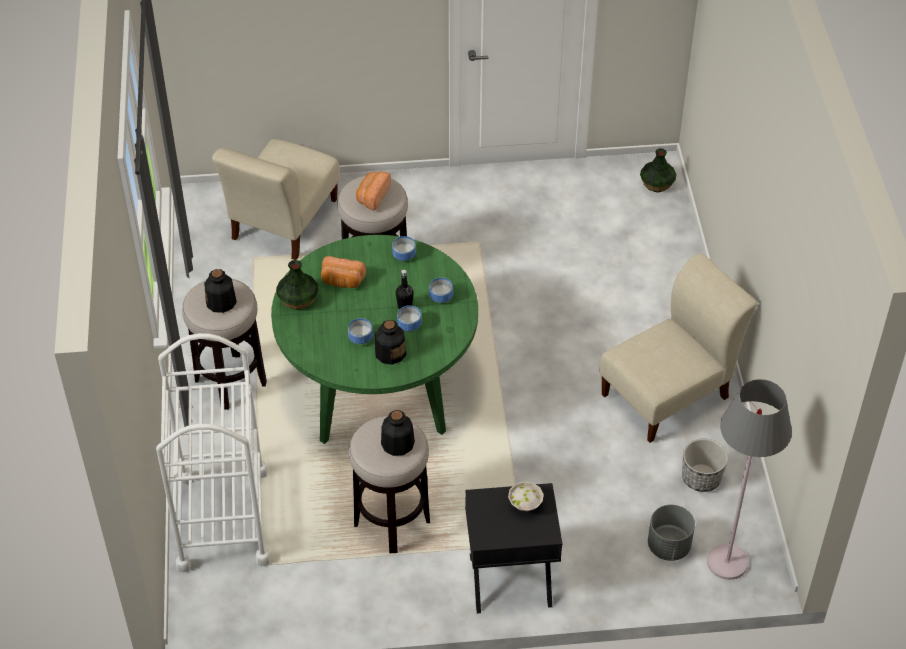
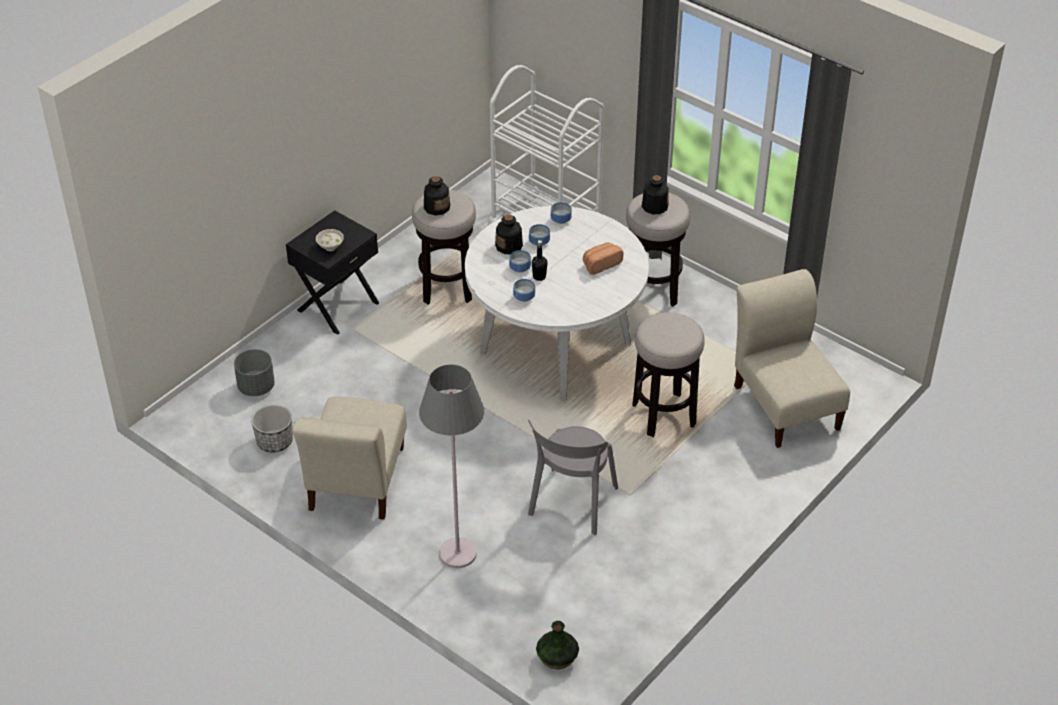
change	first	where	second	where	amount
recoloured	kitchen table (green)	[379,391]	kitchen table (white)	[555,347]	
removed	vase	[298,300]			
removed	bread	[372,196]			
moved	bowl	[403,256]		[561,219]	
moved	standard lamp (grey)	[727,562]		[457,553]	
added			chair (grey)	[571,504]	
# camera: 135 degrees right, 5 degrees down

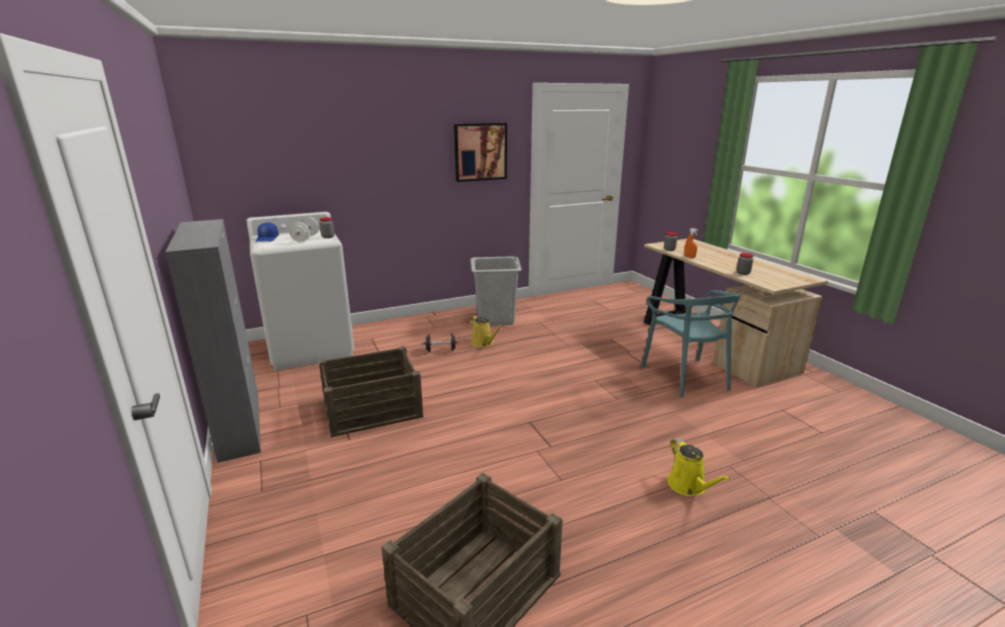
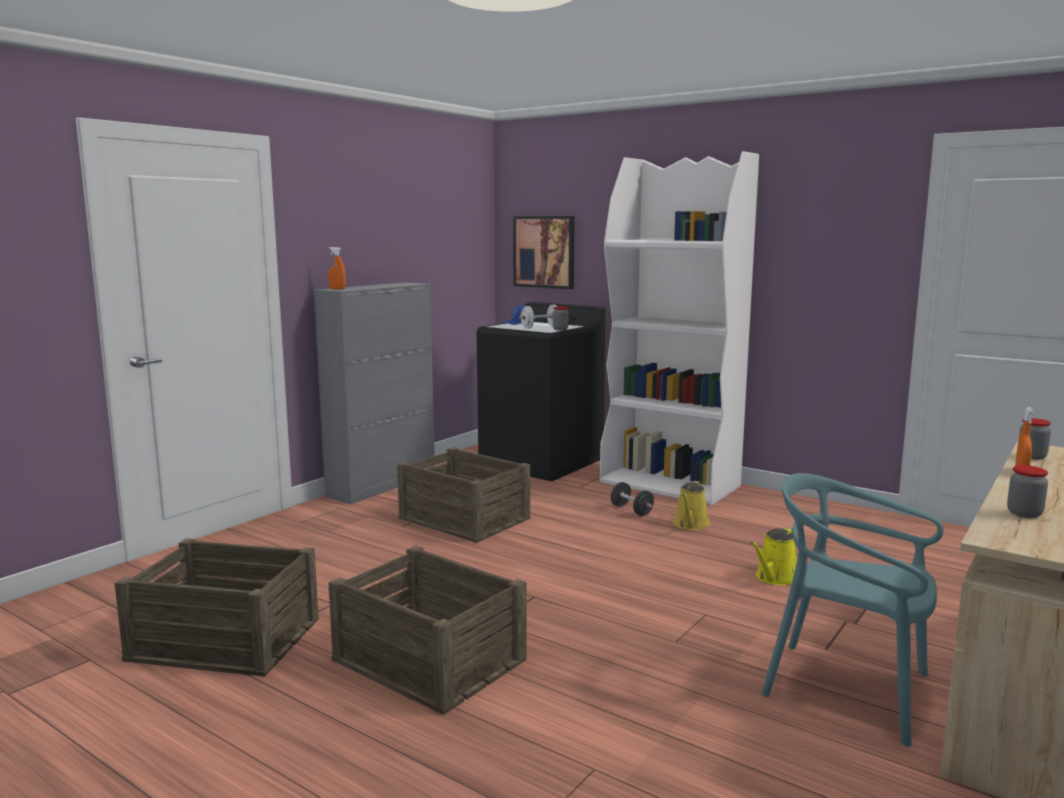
change	first	where	second	where	amount
recoloured	laundry appliance (white)	[311,348]	laundry appliance (black)	[541,462]	
moved	wall art	[480,152]		[544,252]	
removed	washing basket (grey)	[495,319]			
turned	chair (turquoise-coloured)	[686,377]		[848,689]	75 degrees clockwise
moved	watering pot (yellowish)	[689,486]		[775,578]	
added			sprayer (orange-coloured)	[337,289]	
added			packing crate	[429,659]	
added			bookshelf (white)	[671,484]	
# camera: 60 degrees right, 10 degrees down

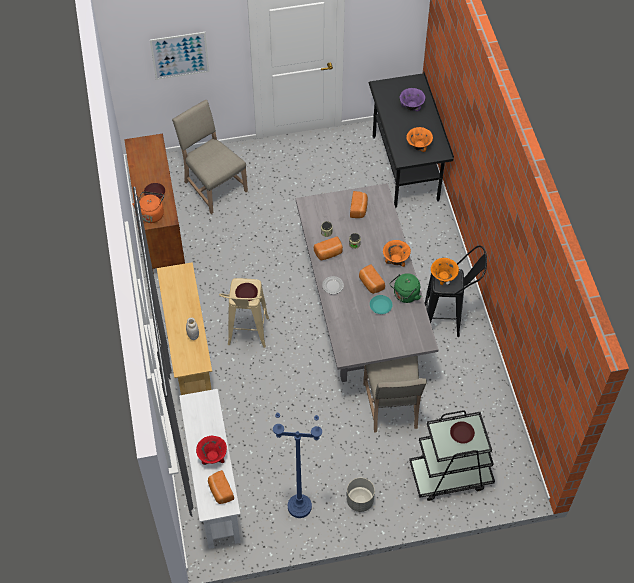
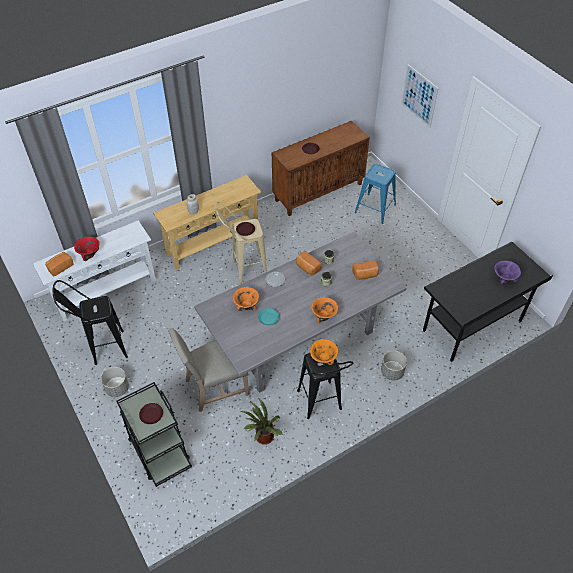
change	first	where	second	where	amount
removed	kettle (orange-coloured)	[151,213]			
replaced	chair (beige)	[213,186]	stool seat (blue-coloured)	[375,208]	
replaced	standard lamp (blue-coloured)	[299,507]	stool seat (black)	[102,349]	
removed	bread	[370,284]			
removed	kettle (green)	[405,295]			
moved	bowl (orange-coloured)	[419,146]		[246,305]	
added			potted plant	[263,437]	
added			flower pot (grey)	[392,372]	
# camera: 70 degrees right, 5 degrees down

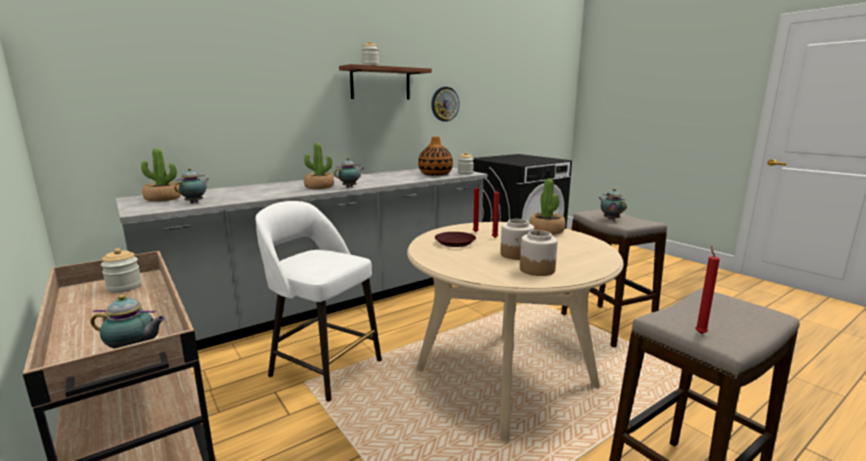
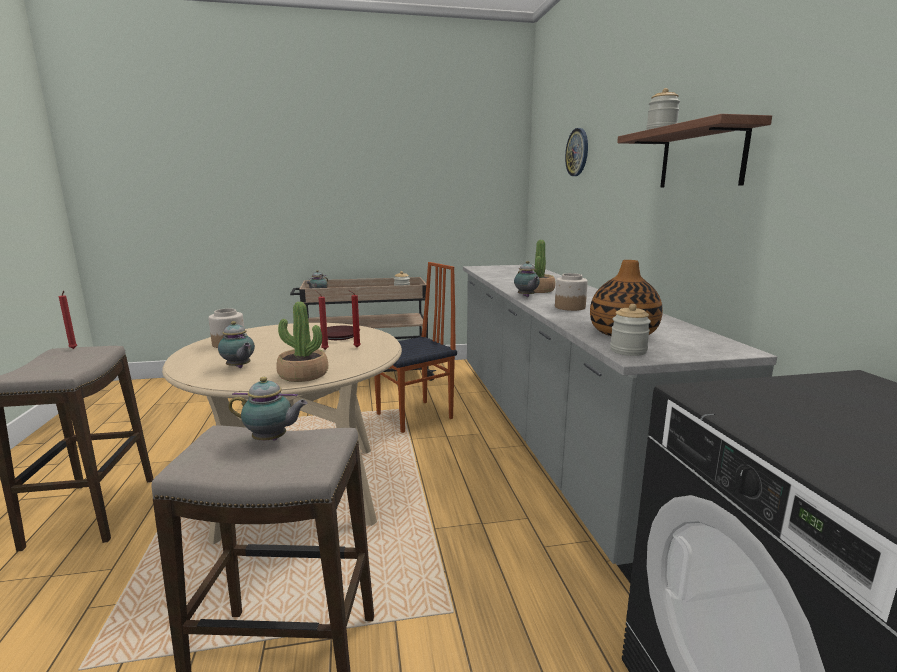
change	first	where	second	where	amount
removed	potted plant	[163,198]			
moved	teapot	[195,202]		[239,367]	
replaced	stool seat (white)	[323,367]	chair	[416,417]	
moved	wall clock	[444,104]		[577,152]	
moved	jar	[516,255]		[569,307]	
# camera: 115 degrees right, 0 degrees up

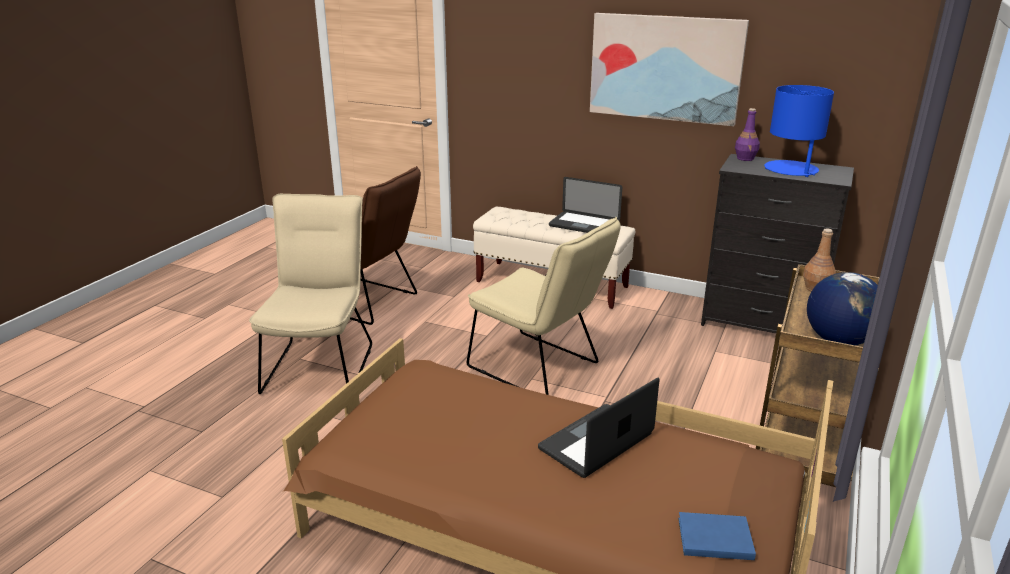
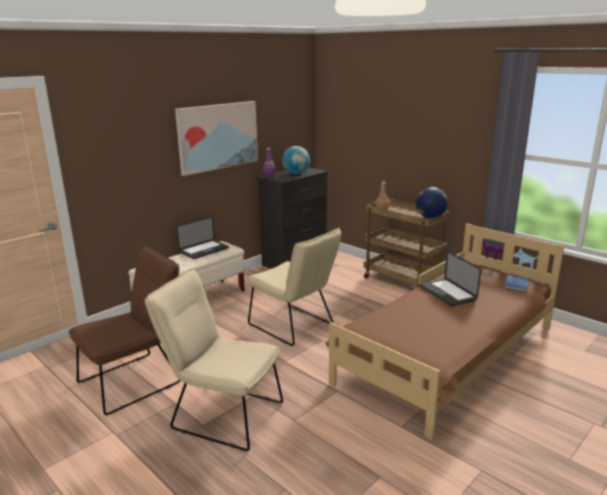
change	first	where	second	where	amount
turned	chair (beige)	[540,368]		[294,326]	75 degrees clockwise
replaced	tabletop lamp (blue-coloured)	[791,170]	globe	[296,173]	
# camera: 70 degrees left, 5 degrees down

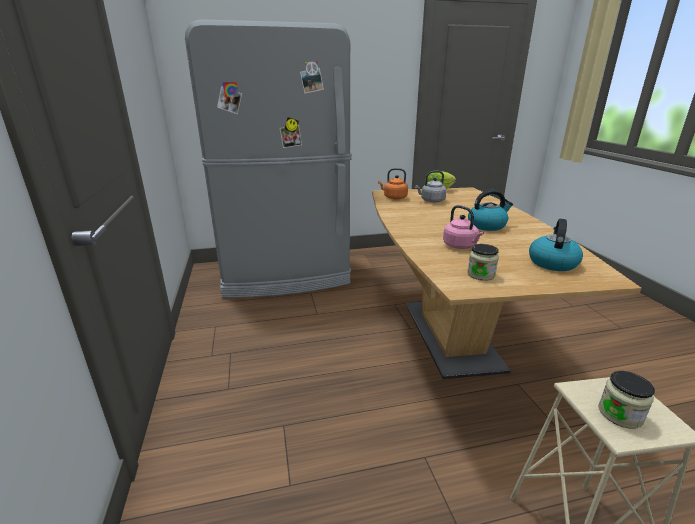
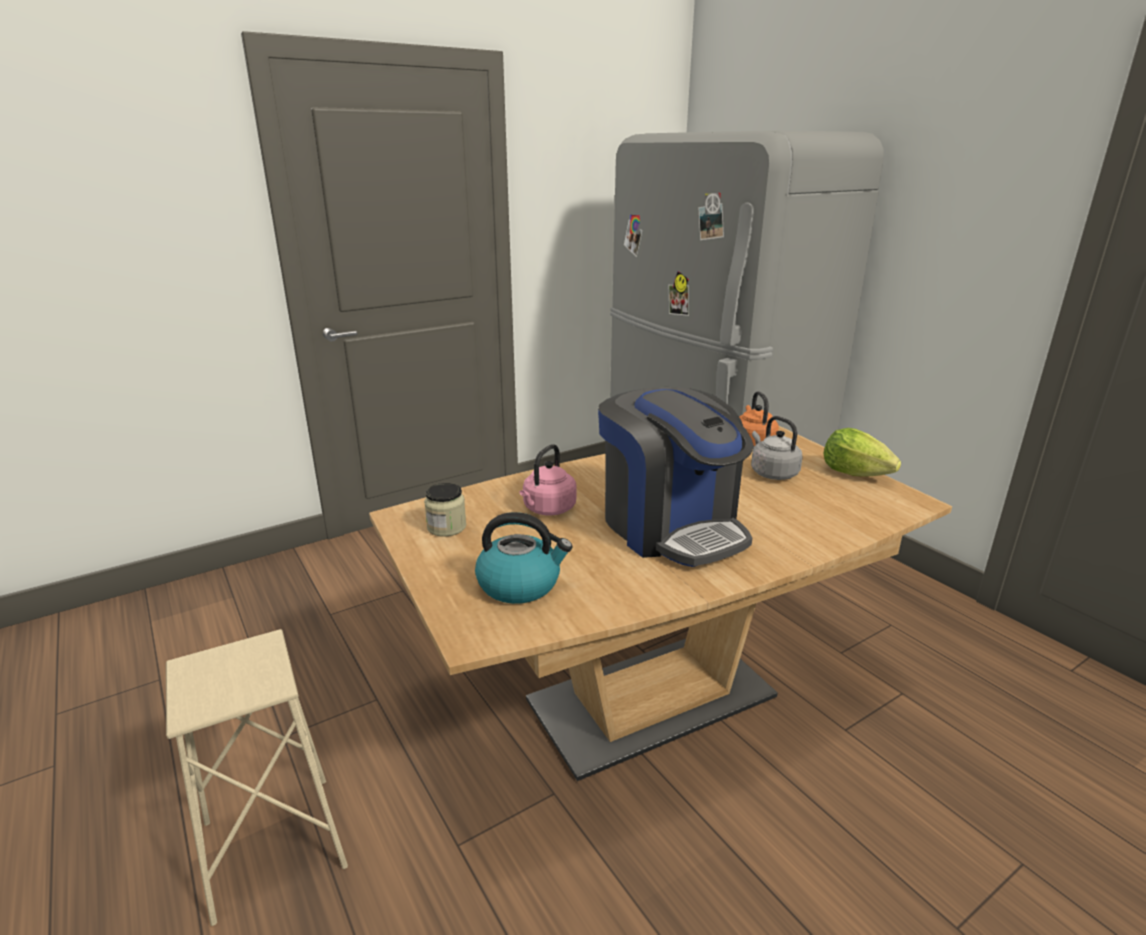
change	first	where	second	where	amount
replaced	kettle	[487,225]	coffee brewer	[671,527]	
removed	jar	[620,414]			
# camera: 70 degrees right, 0 degrees up

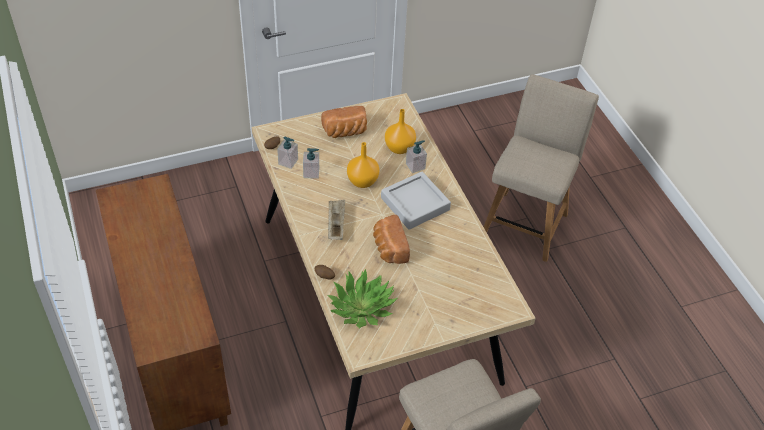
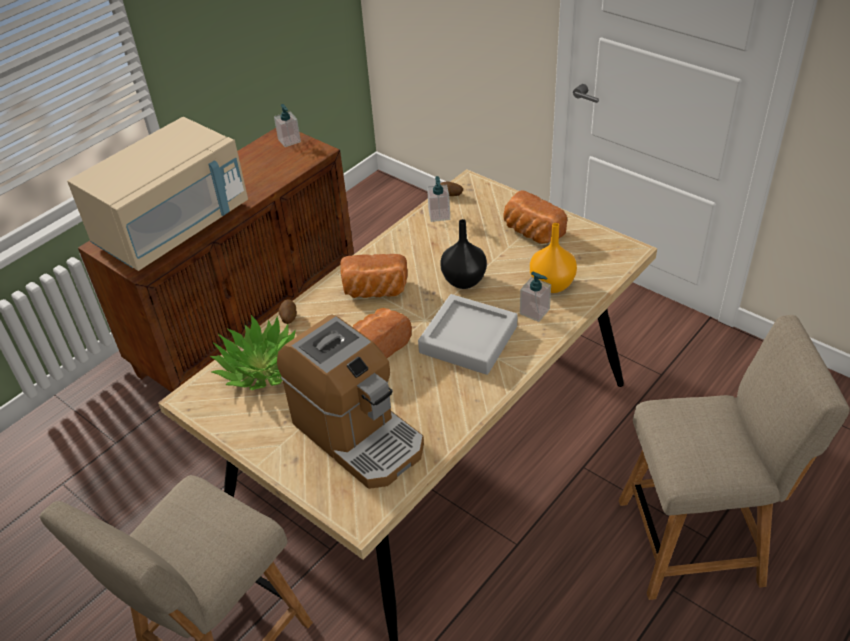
change	first	where	second	where	amount
moved	liquid soap bottle	[311,173]		[289,141]	
replaced	serving tray (beige)	[336,225]	bread	[374,291]	
recoloured	vase (orange-coloured)	[362,181]	vase (black)	[465,280]	
added			kitchen microwave (beige)	[173,227]	
added			coffee brewer	[358,434]	
# camera: 65 degrees right, 5 degrees down

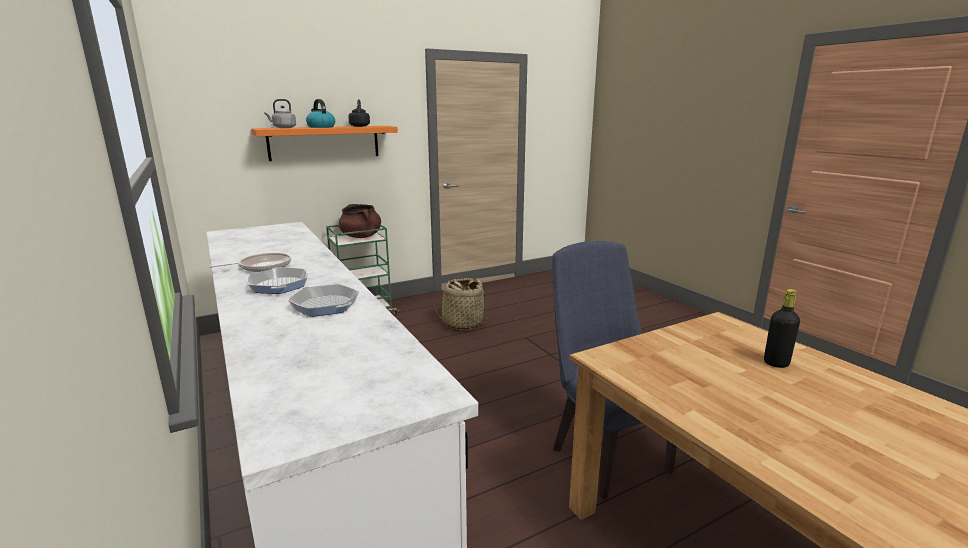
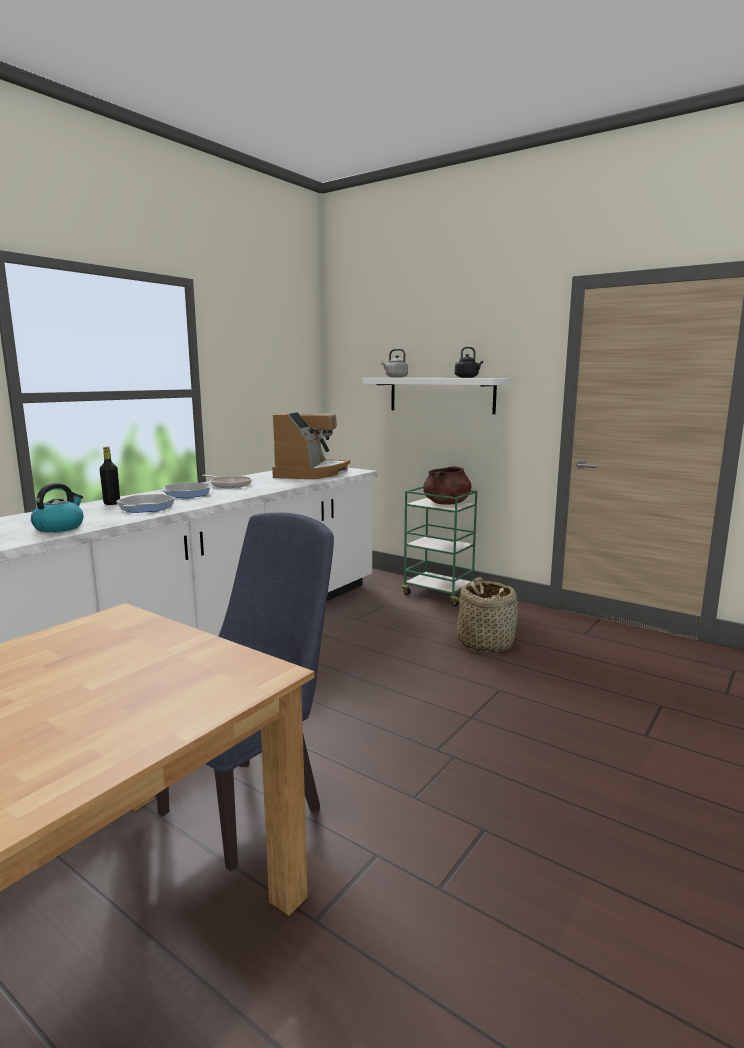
change	first	where	second	where	amount
recoloured	shelf (orange-coloured)	[324,142]	shelf (white)	[441,395]	
moved	kettle	[321,127]		[59,527]	
moved	drink bottle (black)	[776,363]		[112,503]	
added			coffee brewer	[310,473]	
# camera: 65 degrees right, 5 degrees down

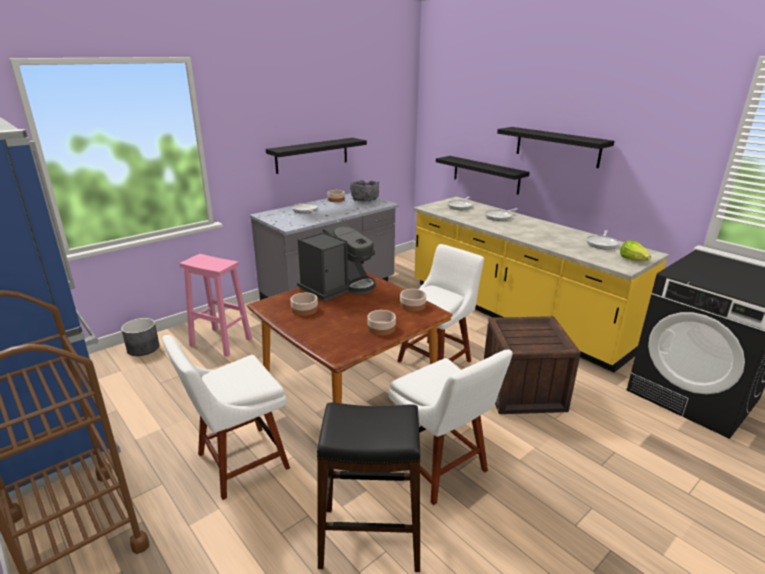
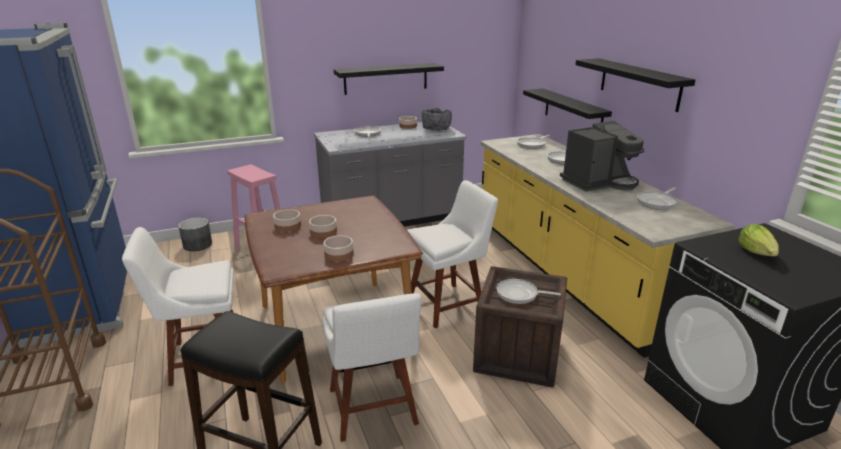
change	first	where	second	where	amount
moved	coffee brewer	[338,287]		[599,182]	
moved	bowl	[412,305]		[323,231]	
moved	head of lettuce	[633,260]		[757,252]	
added			frying pan	[519,294]	
# camera: 20 degrees right, 0 degrees up

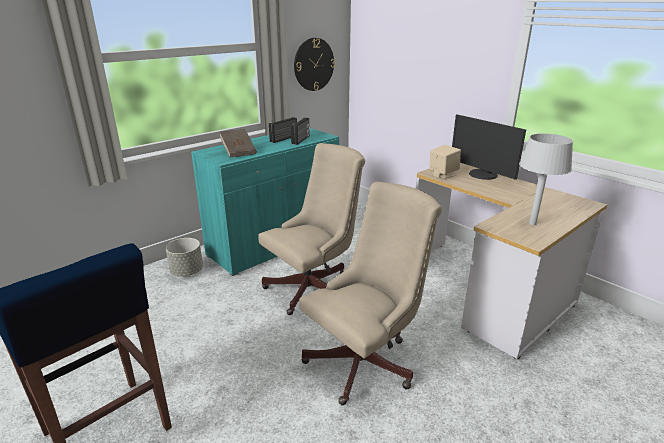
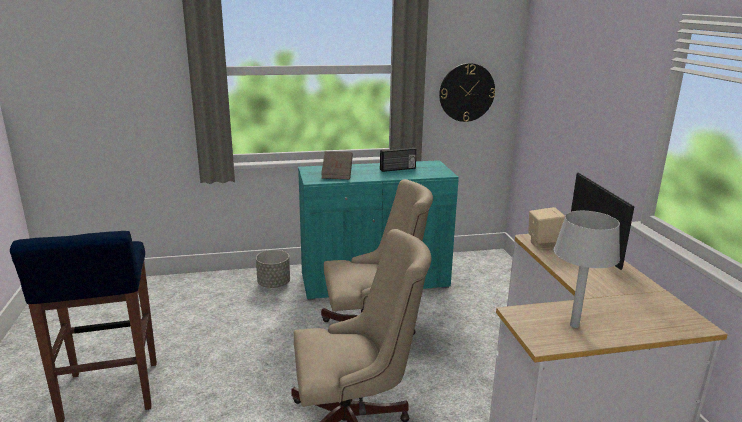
change	first	where	second	where	amount
removed	radio receiver	[301,140]			
# camera: 30 degrees right, 5 degrees down

